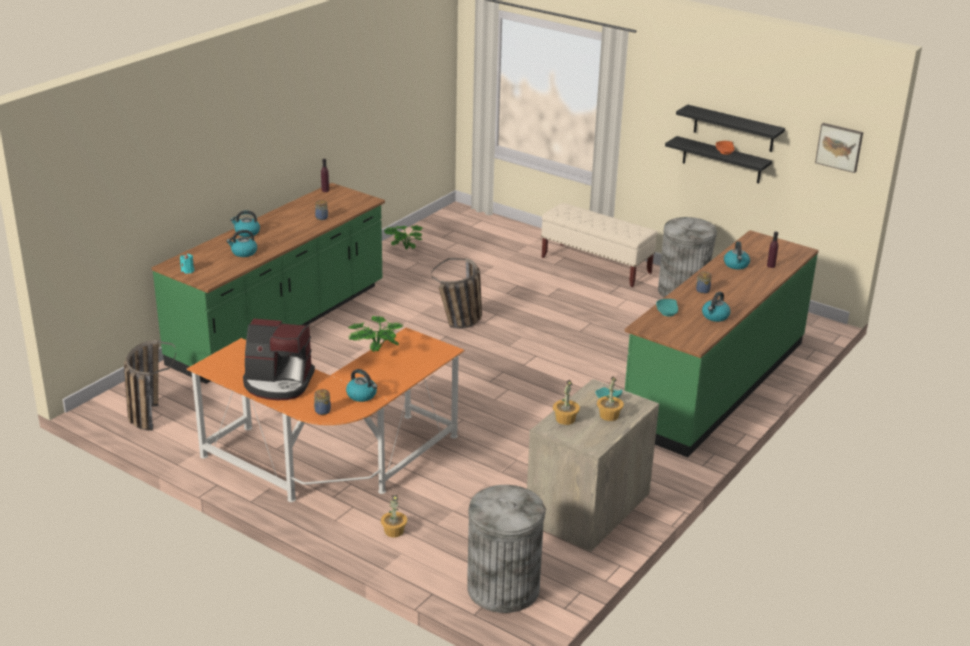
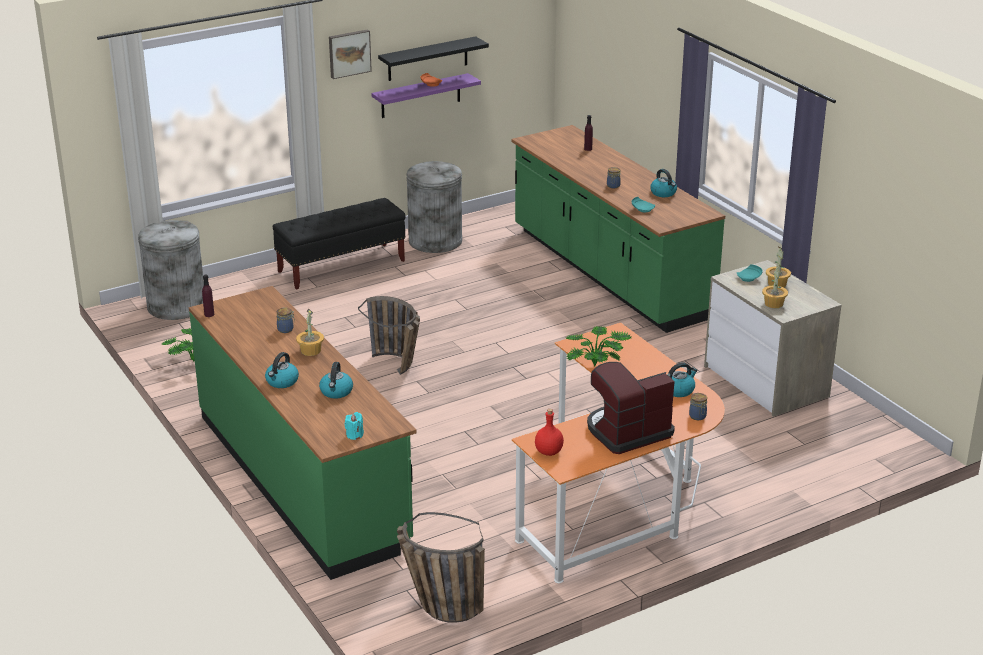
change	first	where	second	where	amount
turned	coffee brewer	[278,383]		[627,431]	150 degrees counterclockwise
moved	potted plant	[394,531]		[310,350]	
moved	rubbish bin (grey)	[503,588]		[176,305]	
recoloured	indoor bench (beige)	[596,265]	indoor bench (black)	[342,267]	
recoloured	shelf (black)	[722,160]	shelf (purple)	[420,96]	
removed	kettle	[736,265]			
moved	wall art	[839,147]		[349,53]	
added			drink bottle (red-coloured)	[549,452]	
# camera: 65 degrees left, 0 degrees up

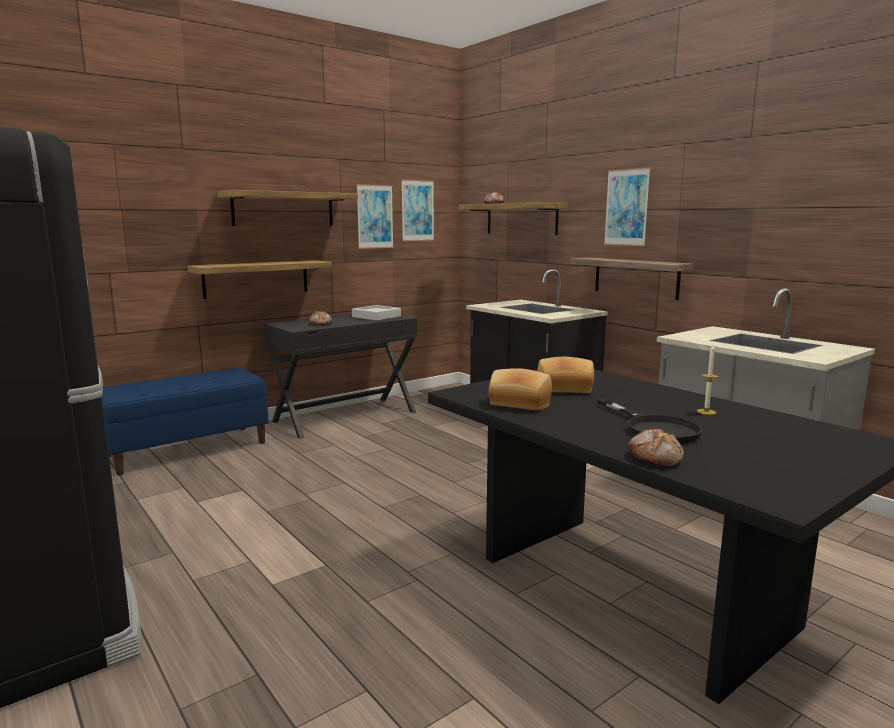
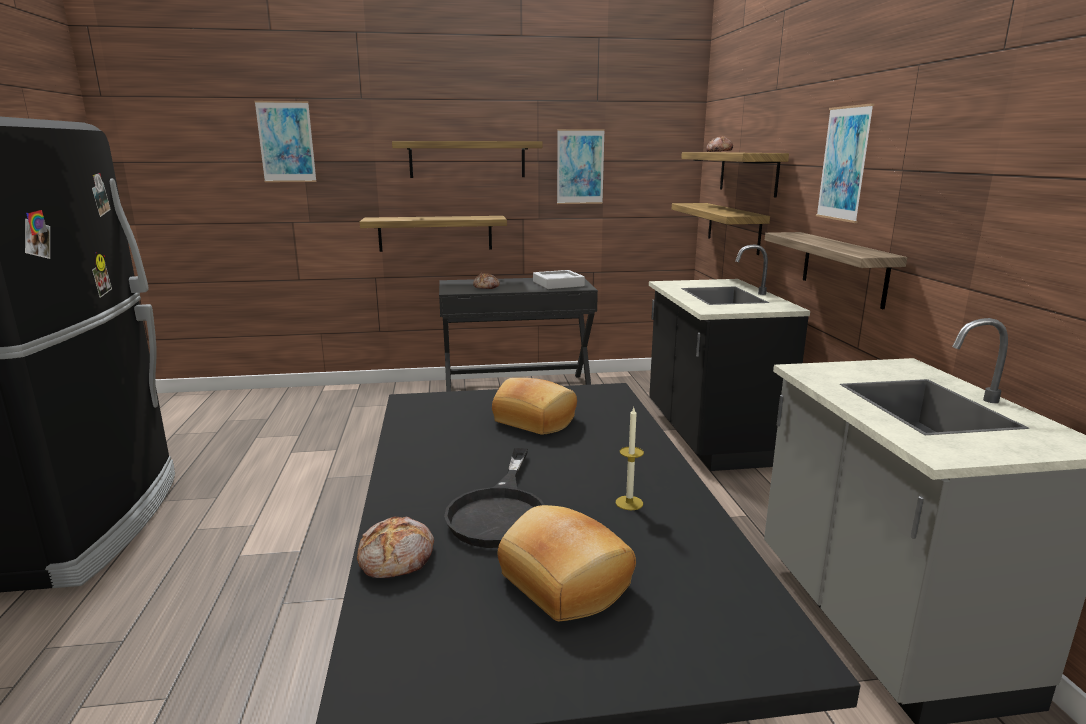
change	first	where	second	where	amount
removed	indoor bench (blue-coloured)	[187,449]			
moved	wall art	[417,210]		[286,142]	
moved	bread	[519,404]		[563,583]	
added			shelf	[733,227]	
# camera: 30 degrees right, 5 degrees up

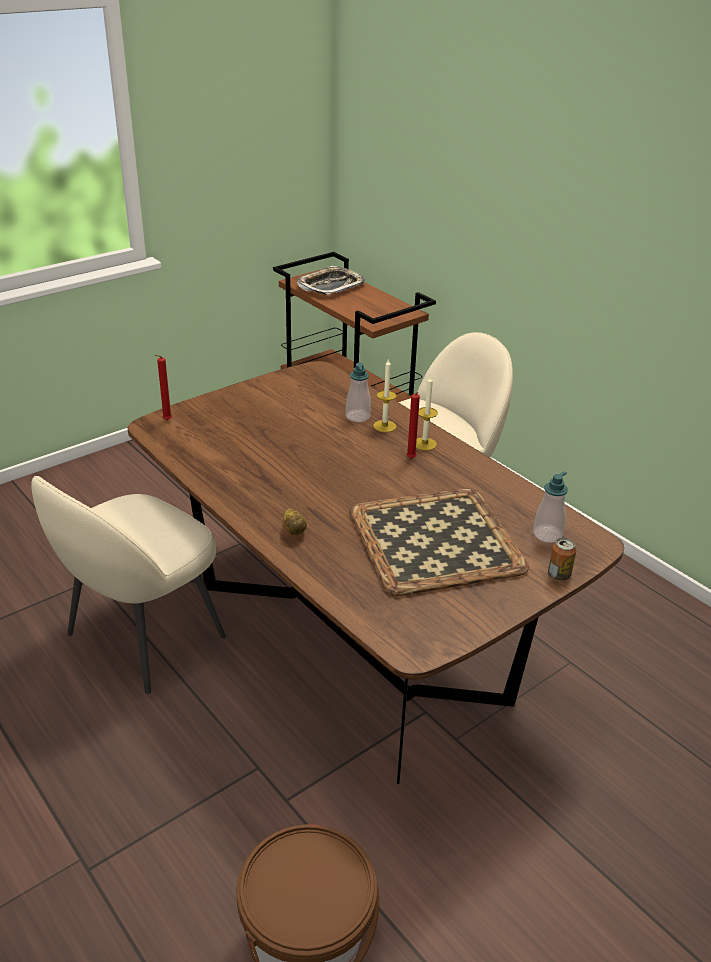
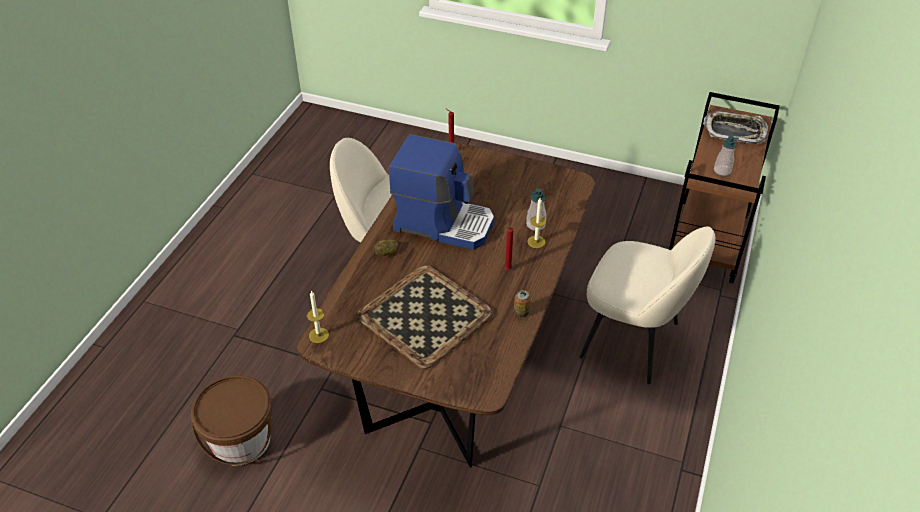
change	first	where	second	where	amount
moved	wax candle	[424,444]		[318,335]	
moved	liquid soap bottle	[547,534]		[722,170]	
moved	metal can	[559,575]		[521,313]	
added			coffee brewer	[444,223]	
# camera: 60 degrees right, 10 degrees up

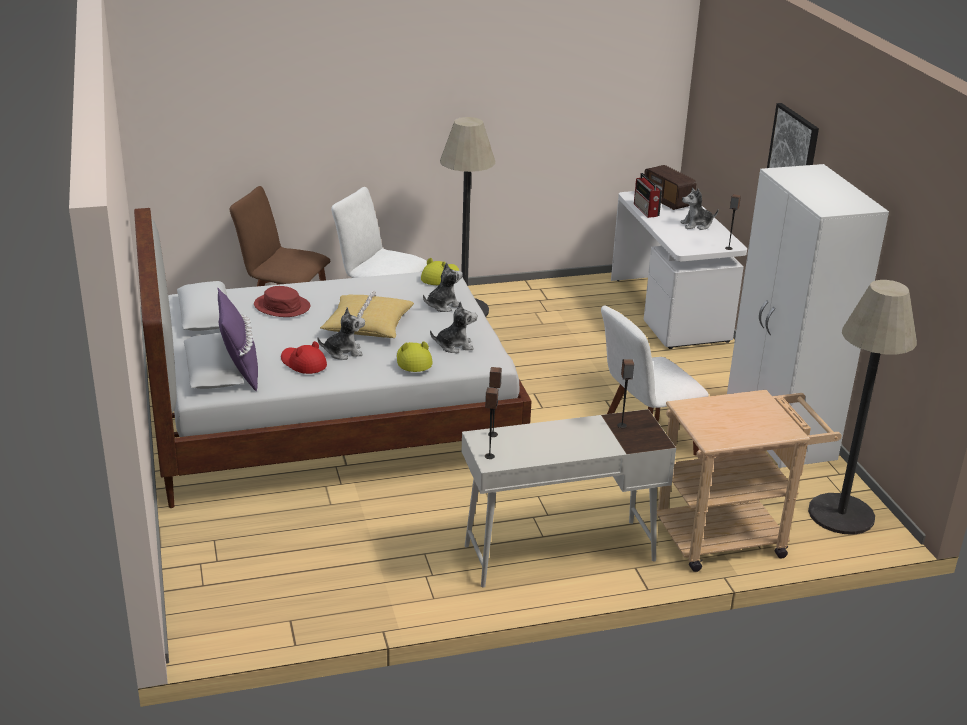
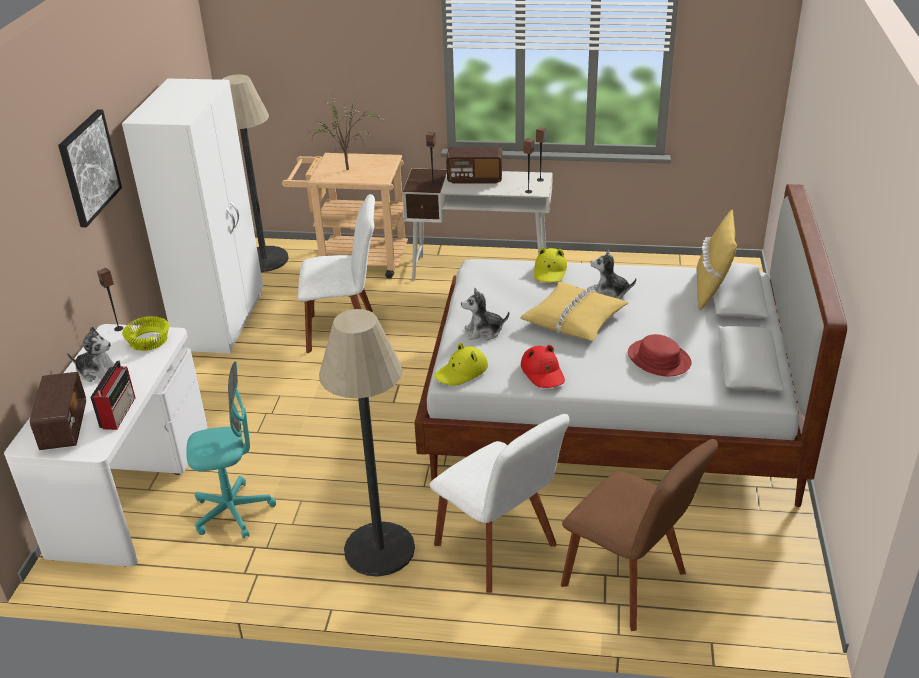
change	first	where	second	where	amount
recoloured	throw pillow (purple)	[240,372]	throw pillow (yellowish)	[711,290]	
moved	clothing hat (red-coloured)	[303,363]		[543,372]	
removed	cuddly toy	[454,346]			
added			bowl (yellowish)	[148,341]	
added			office chair (turquoise-coloured)	[233,512]	
added			potted plant	[349,170]	
added			radio receiver	[475,179]	
# camera: 155 degrees left, 5 degrees up

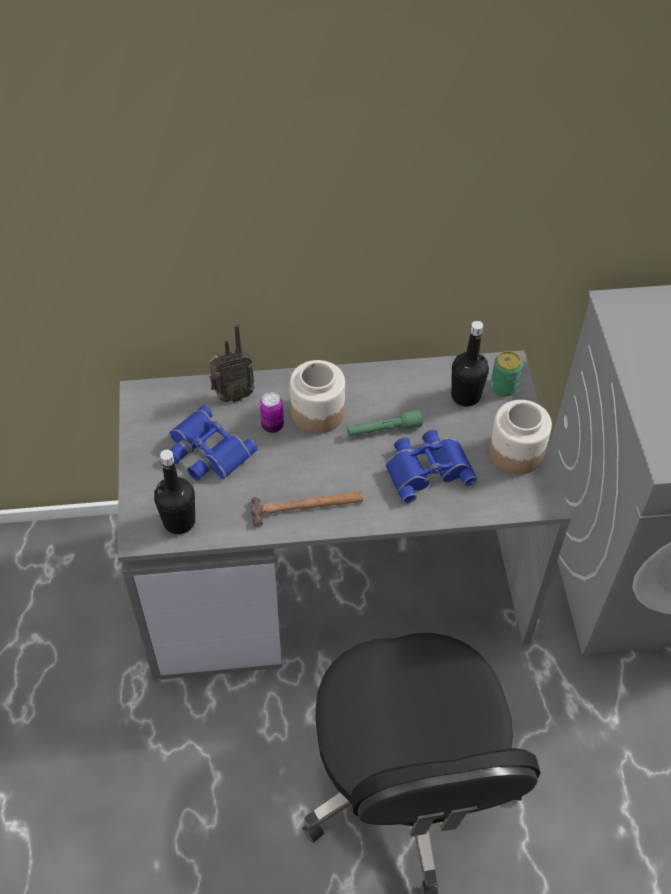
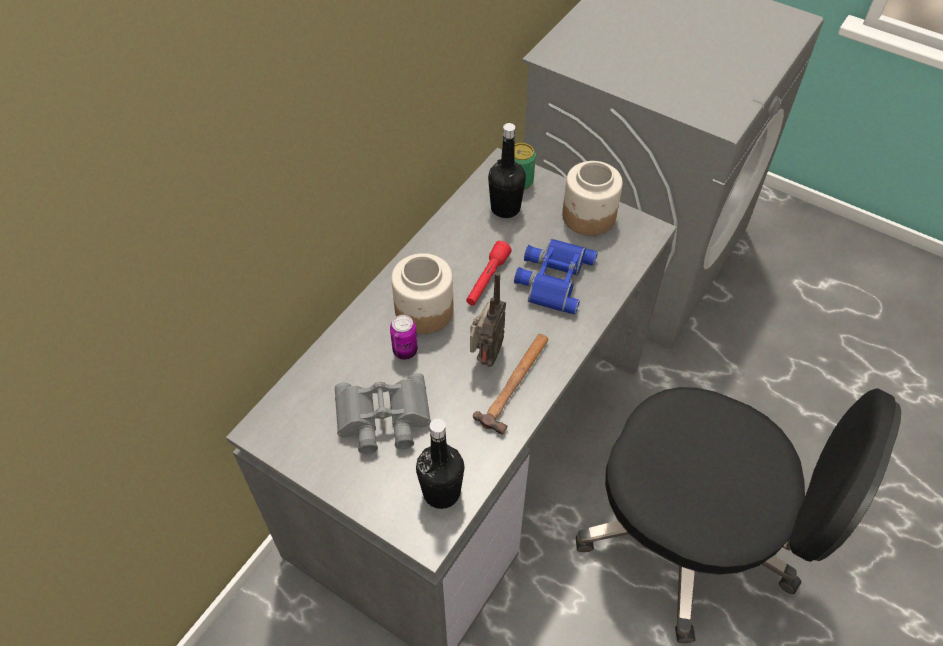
change	first	where	second	where	amount
recoloured	field glasses (blue-coloured)	[206,451]	field glasses (grey)	[383,419]	
moved	radio receiver	[232,395]		[485,357]	
recoloured	torch (green)	[383,430]	torch (red-coloured)	[487,280]	
# camera: 50 degrees left, 0 degrees up

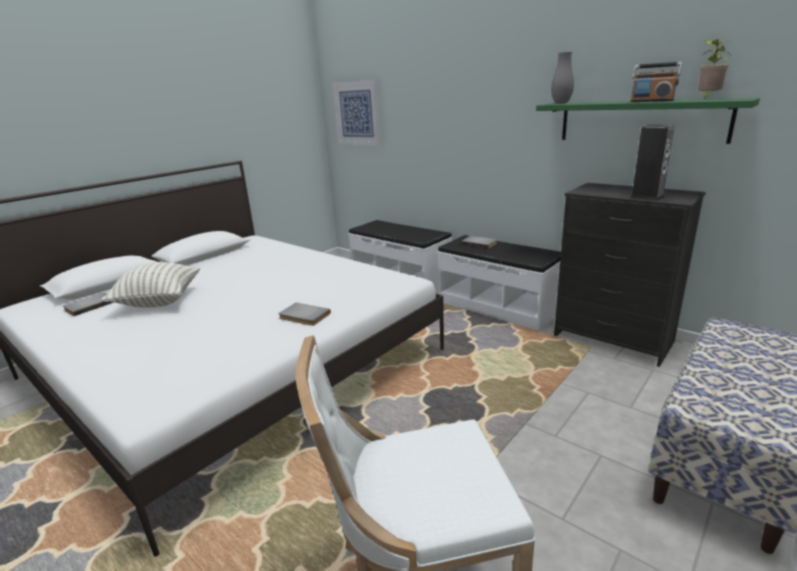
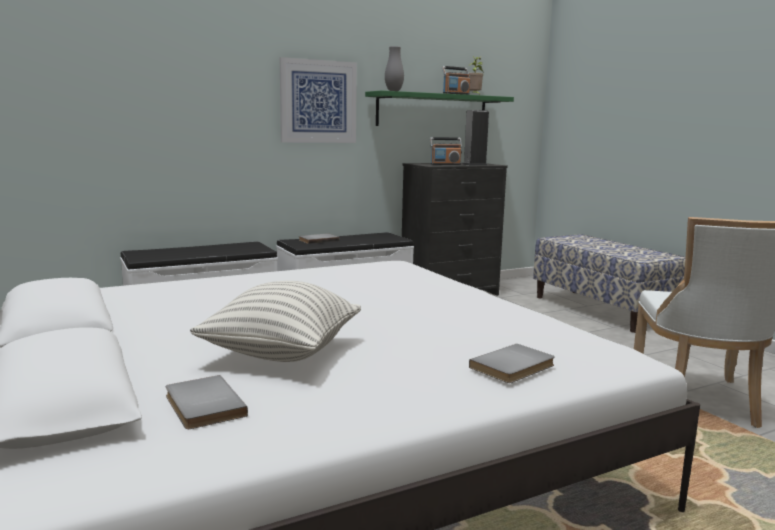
change	first	where	second	where	amount
moved	bound book (grey)	[303,316]		[514,367]	
moved	wall art	[357,113]		[318,102]	
added			radio receiver	[445,164]	
# camera: 70 degrees left, 10 degrees down

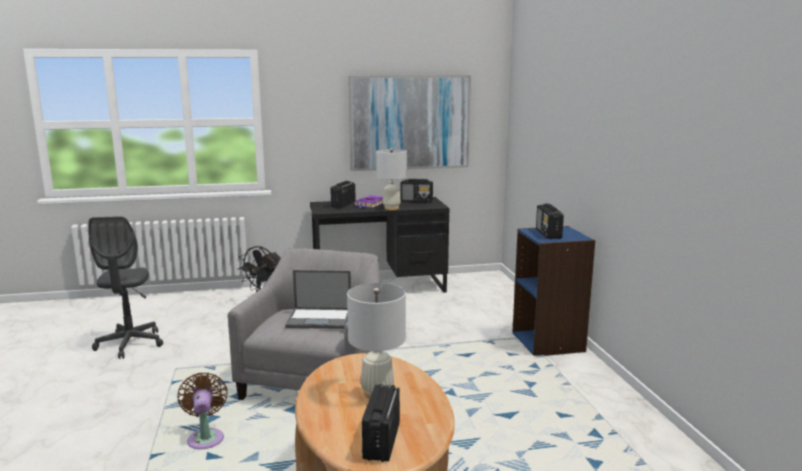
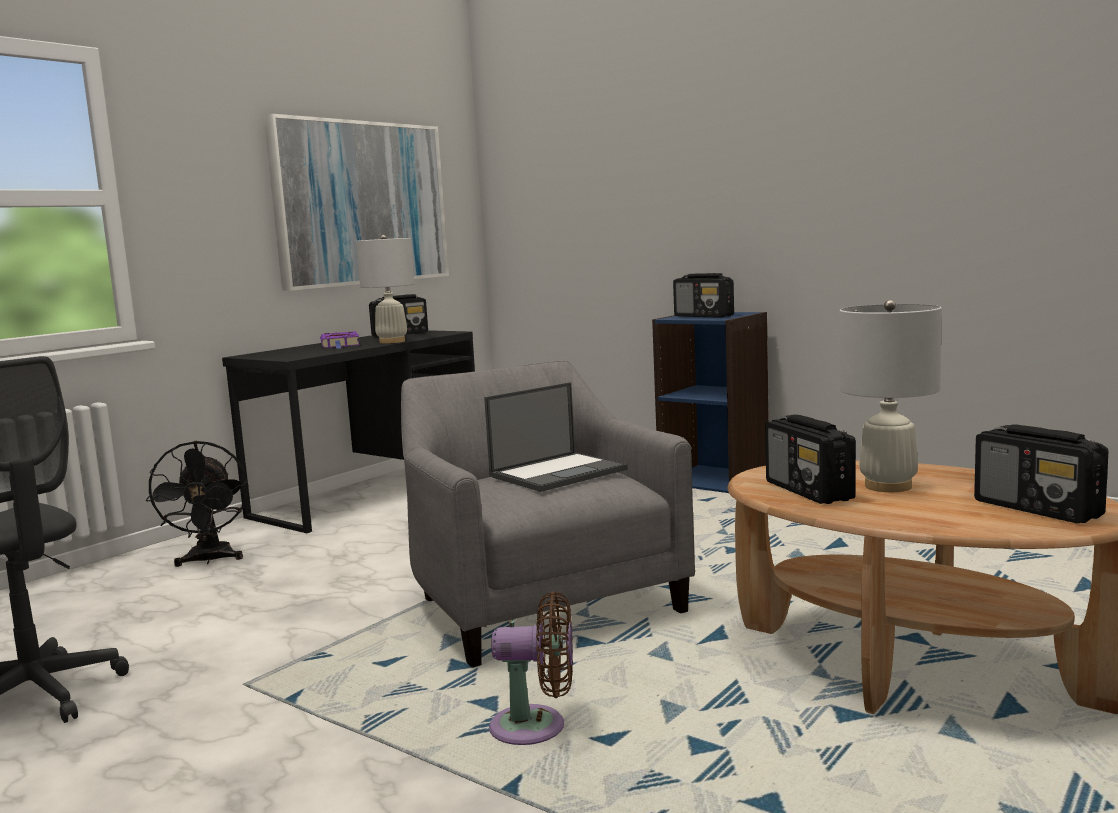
change	first	where	second	where	amount
turned	cooling fan (brownish)	[206,437]		[536,728]	150 degrees clockwise
moved	radio receiver	[343,205]		[809,491]	
# camera: 40 degrees left, 5 degrees down

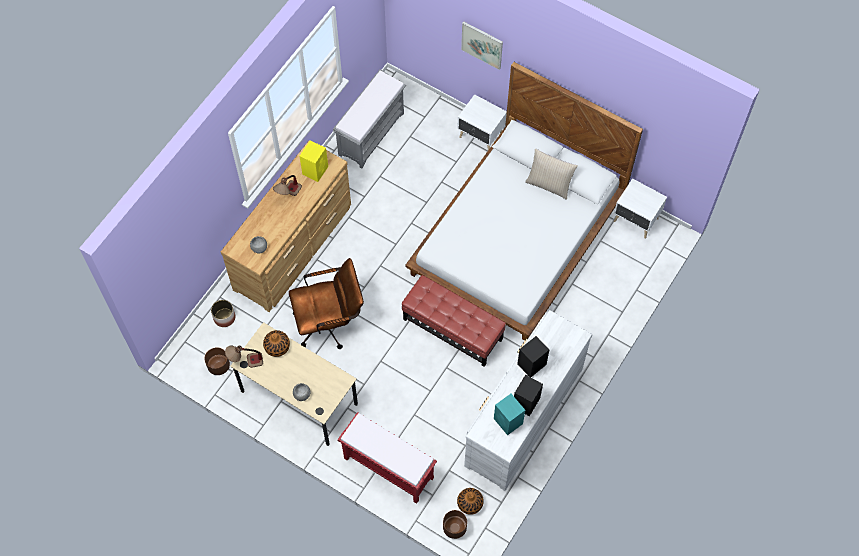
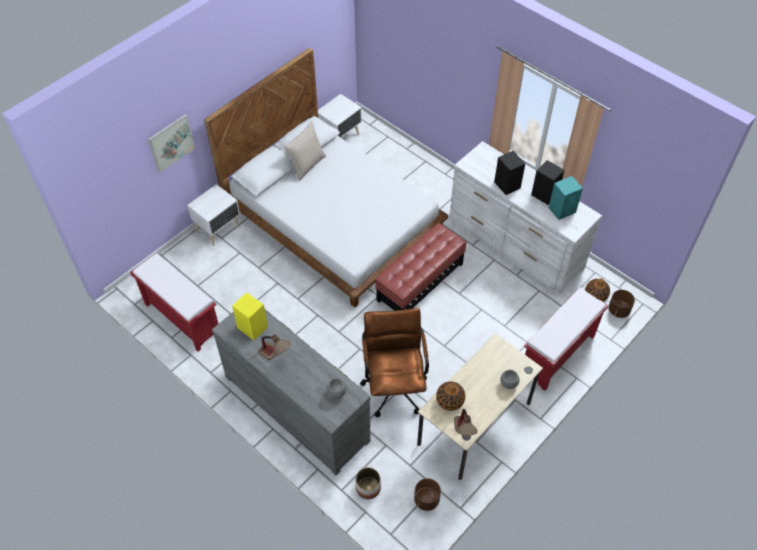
change	first	where	second	where	amount
recoloured	drawer chest (brownish)	[294,246]	drawer chest (grey)	[297,407]	
recoloured	indoor bench (grey)	[371,133]	indoor bench (red-coloured)	[181,318]	
# camera: 80 degrees left, 10 degrees down

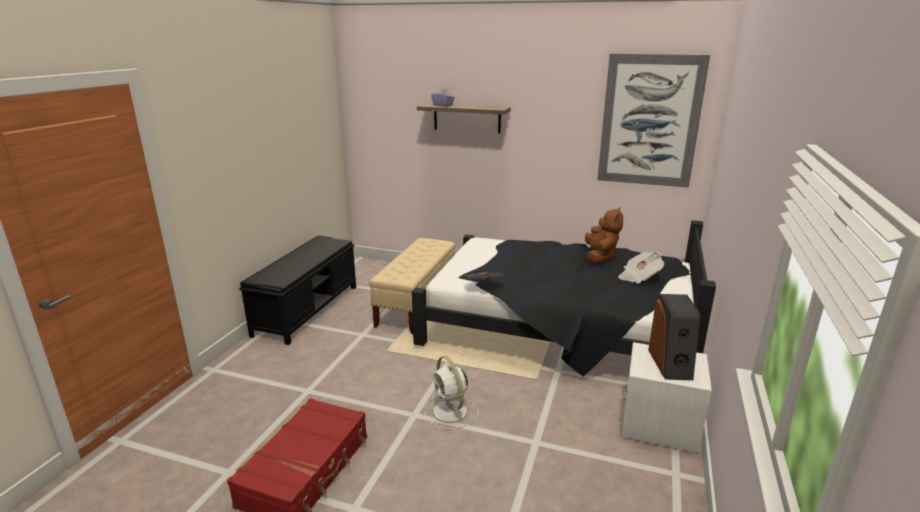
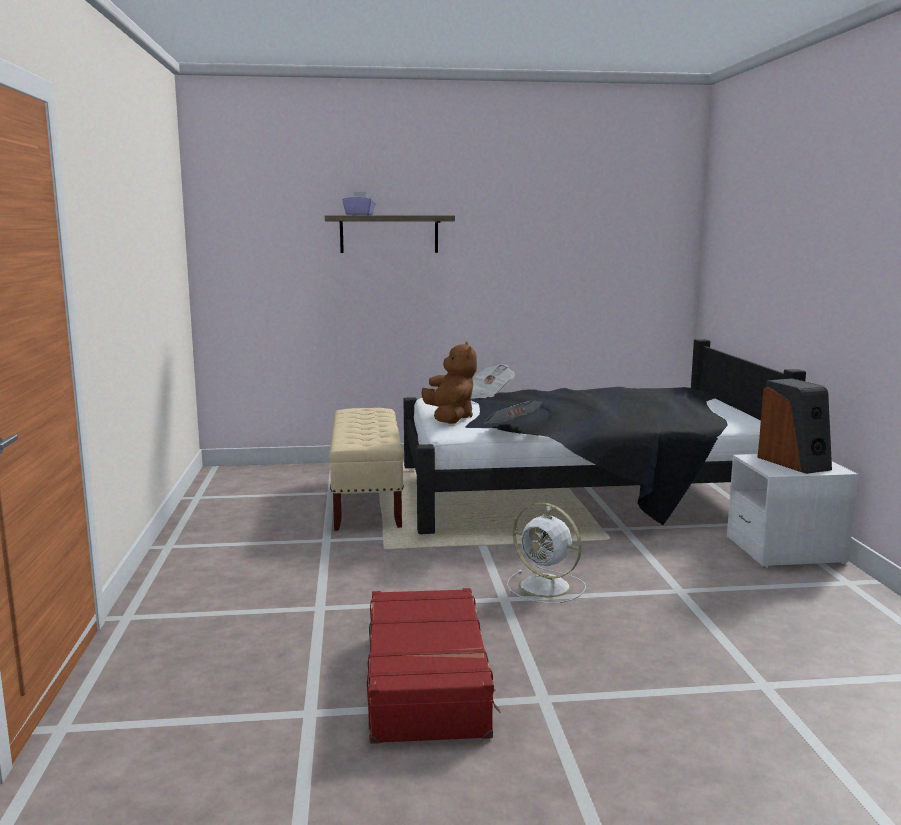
change	first	where	second	where	amount
removed	indoor bench (black)	[307,309]			
moved	cuddly toy (brownish)	[600,257]		[450,418]	
removed	wall art	[650,121]			
moved	daily paper	[639,277]		[488,395]	
# camera: 25 degrees left, 10 degrees down

